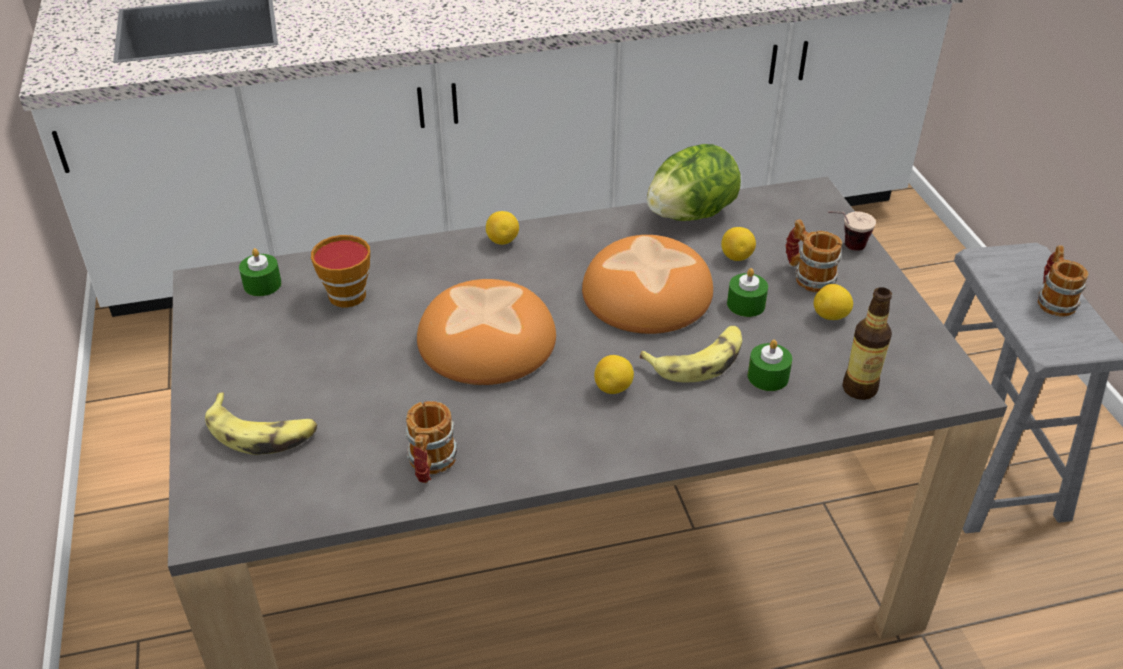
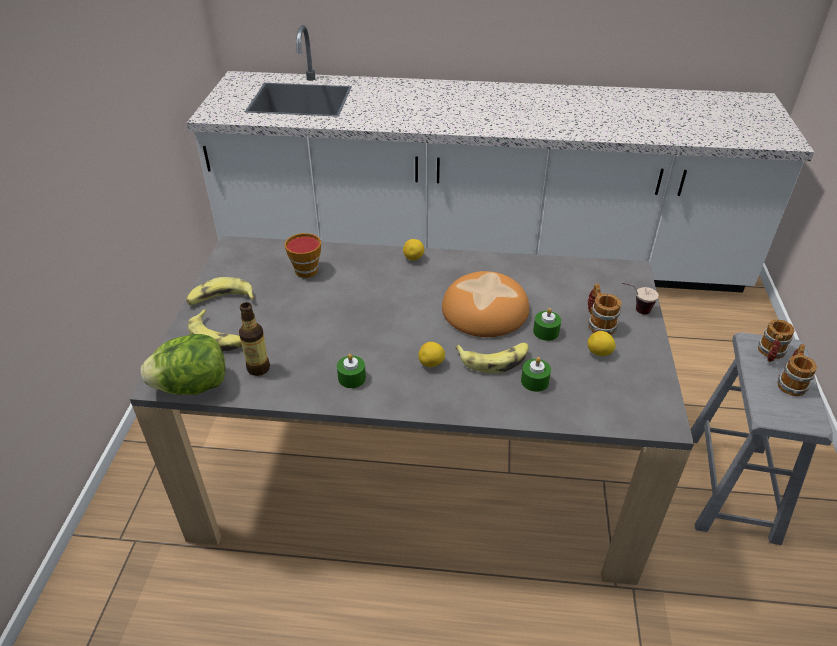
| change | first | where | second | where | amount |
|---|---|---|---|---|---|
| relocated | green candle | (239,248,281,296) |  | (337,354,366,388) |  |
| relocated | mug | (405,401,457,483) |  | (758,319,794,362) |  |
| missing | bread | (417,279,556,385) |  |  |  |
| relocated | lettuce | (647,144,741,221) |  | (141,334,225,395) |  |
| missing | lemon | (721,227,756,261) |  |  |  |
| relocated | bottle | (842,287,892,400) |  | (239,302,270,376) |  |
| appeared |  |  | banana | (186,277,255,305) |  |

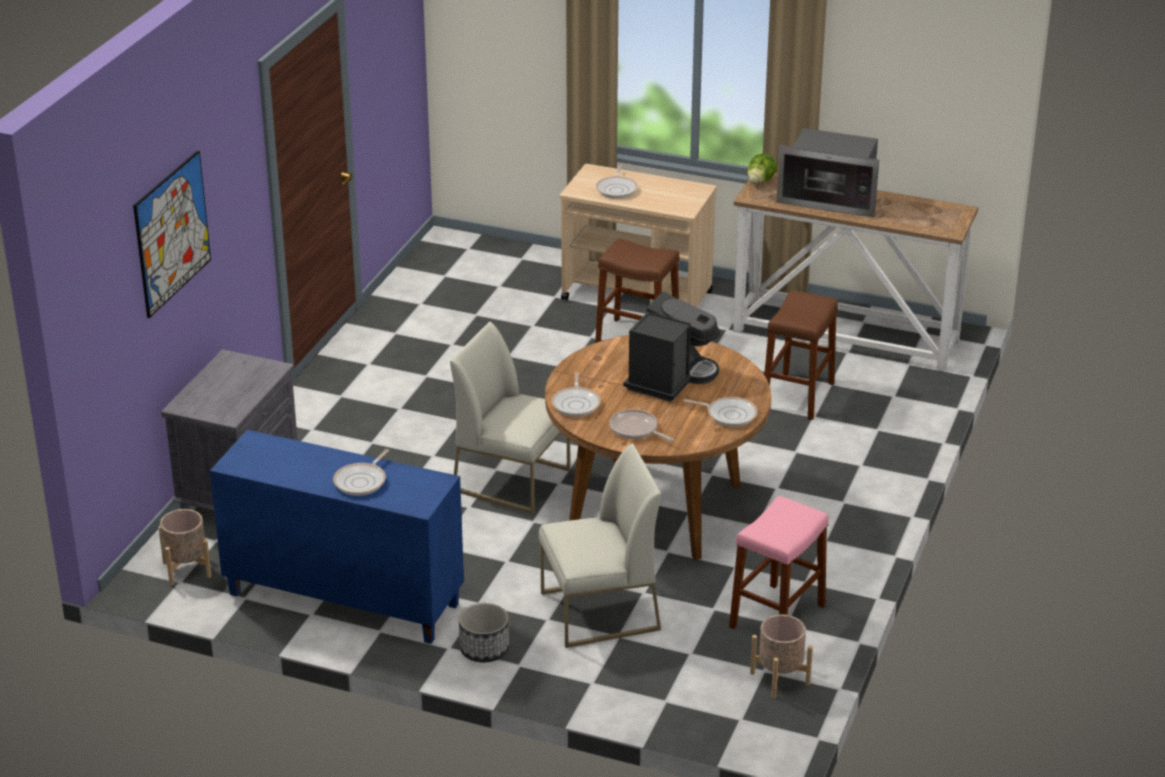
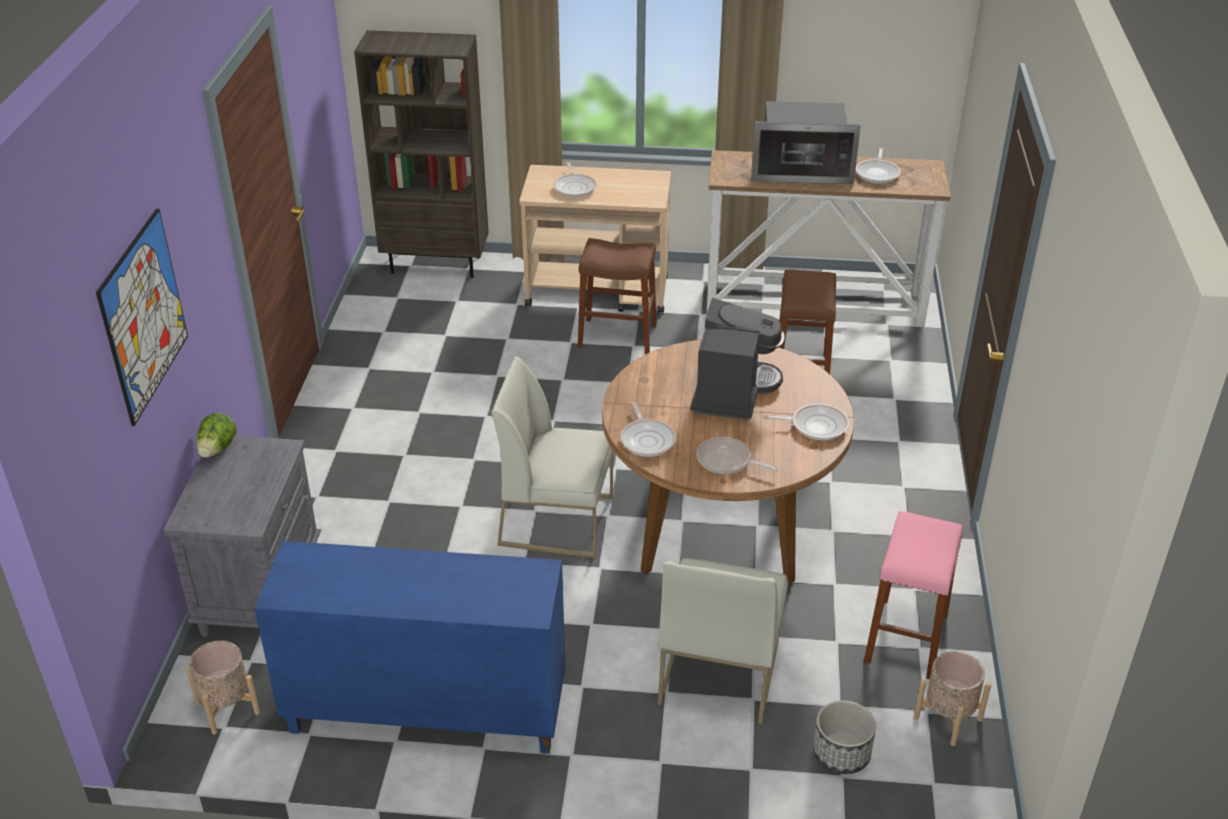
| change | first | where | second | where | amount |
|---|---|---|---|---|---|
| relocated | frying pan | (333,449,389,496) |  | (856,148,900,184) |  |
| relocated | planter | (459,603,509,662) |  | (813,700,876,774) |  |
| spun | white chair | (539,443,661,648) |  | (658,558,788,724) | 135 degrees clockwise |
| relocated | lettuce | (747,153,777,184) |  | (196,413,237,458) |  |
| appeared |  |  | brown bookcase | (354,30,489,278) |  |

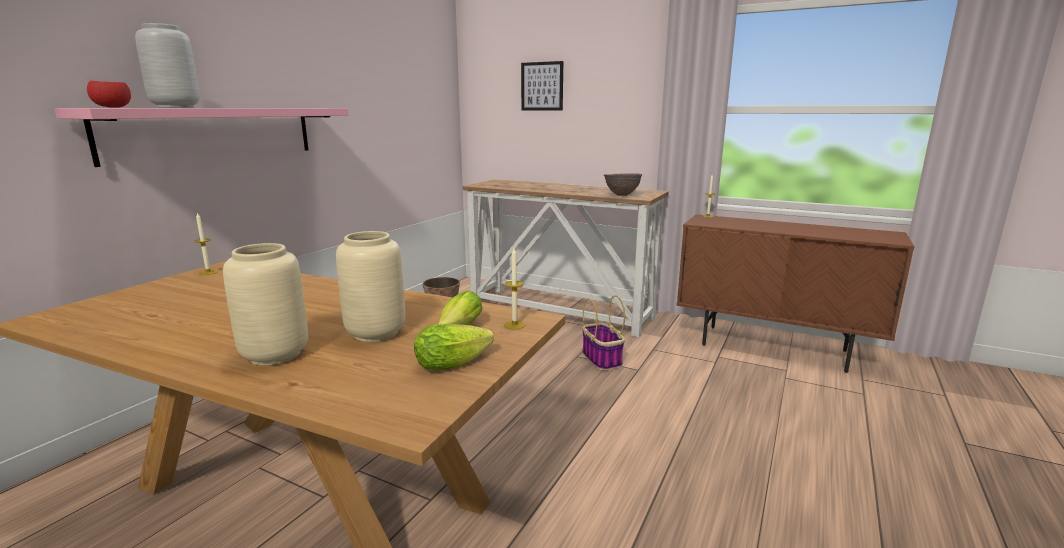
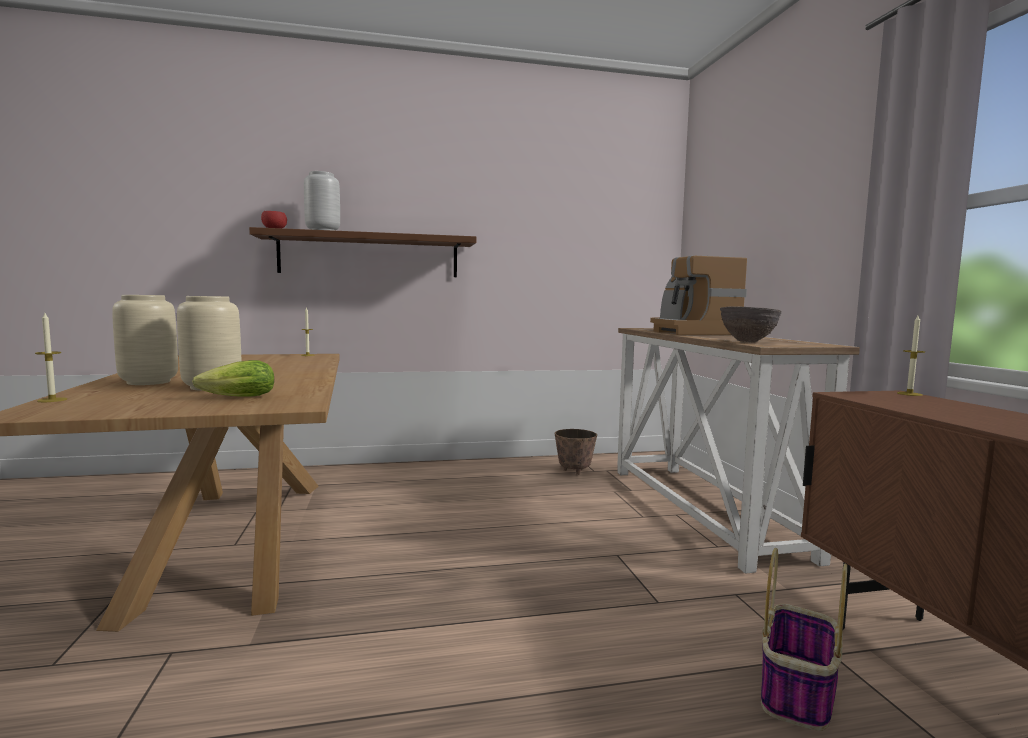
| change | first | where | second | where | amount |
|---|---|---|---|---|---|
| colour | pink shelf | (54,108,349,167) | brown shelf | (249,227,476,277) |  |
| missing | lettuce | (414,324,494,371) |  |  |  |
| relocated | candle | (504,248,525,329) |  | (35,313,67,402) |  |
| missing | picture | (521,61,563,111) |  |  |  |
| relocated | basket | (582,295,625,371) |  | (761,548,847,731) |  |
| appeared |  |  | coffee machine | (650,255,747,335) |  |

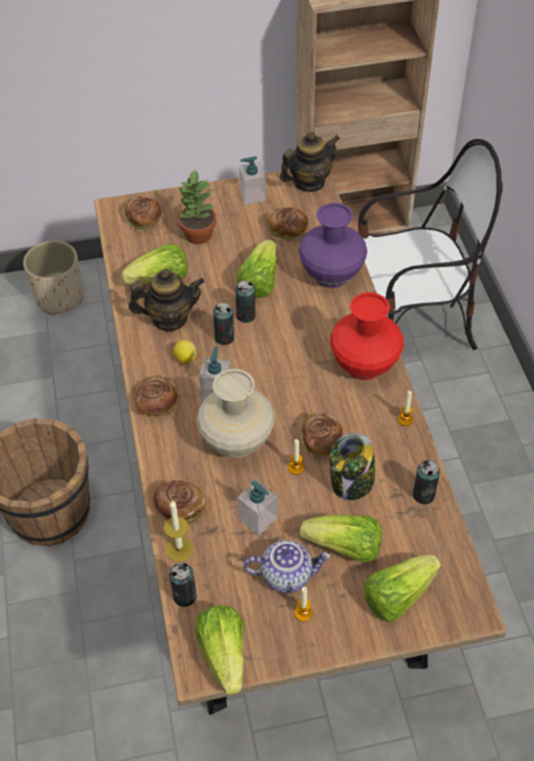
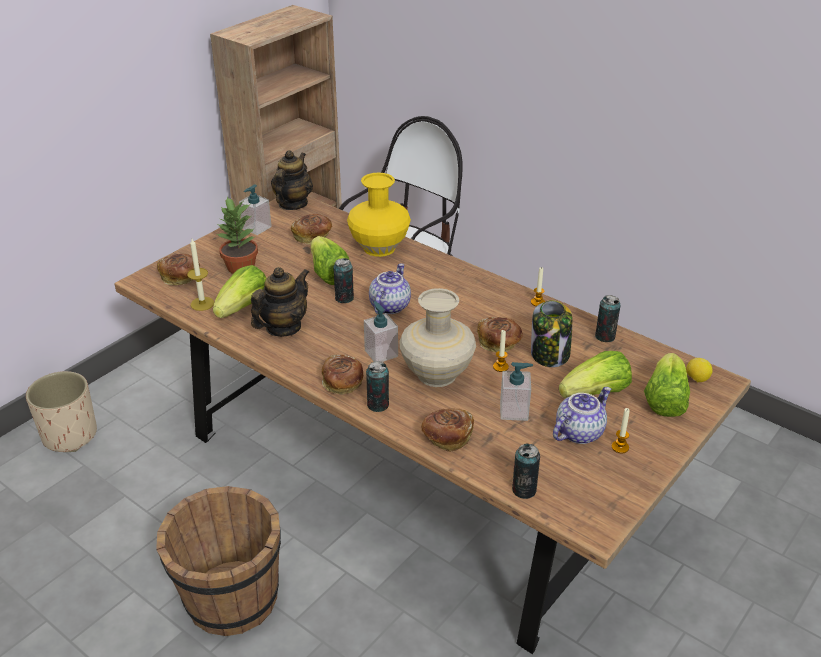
| change | first | where | second | where | amount |
|---|---|---|---|---|---|
| relocated | candle | (164,500,194,562) |  | (187,239,214,311) |  |
| relocated | lemon | (173,340,197,363) |  | (686,358,713,382) |  |
| missing | lettuce | (195,605,244,695) |  |  |  |
| relocated | can | (213,302,235,345) |  | (366,361,389,412) |  |
| colour | purple vase | (299,203,367,288) | yellow vase | (347,173,411,257) |  |
| missing | red vase | (330,292,404,380) |  |  |  |
| appeared |  |  | teapot | (369,263,411,314) |  |

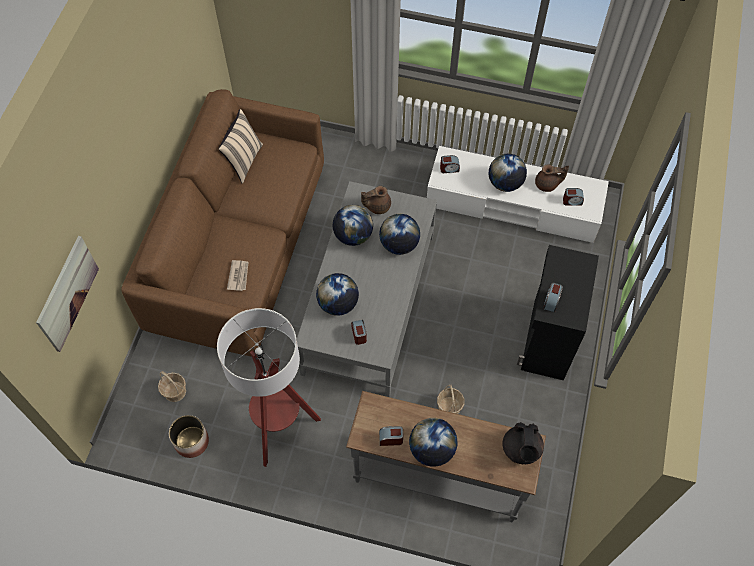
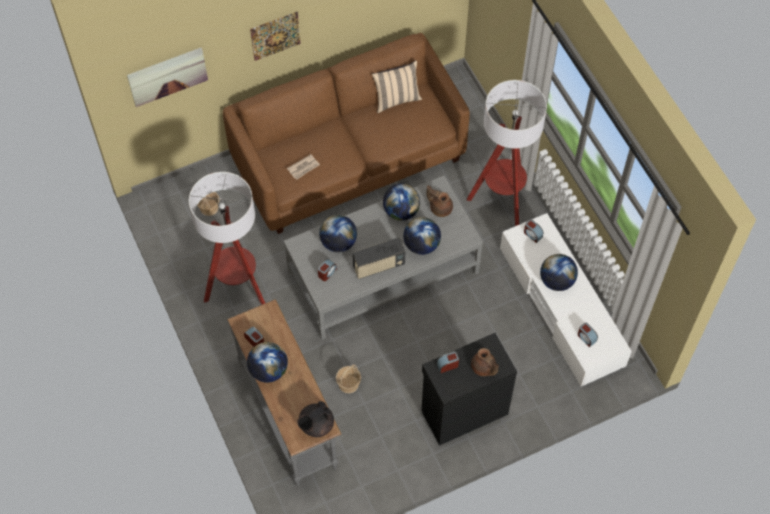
| change | first | where | second | where | amount |
|---|---|---|---|---|---|
| missing | planter | (169,415,209,458) |  |  |  |
| relocated | brown teapot | (535,164,569,192) |  | (471,348,499,376) |  |
| appeared |  |  | picture | (250,12,301,61) |  |
| appeared |  |  | radio | (352,237,405,279) |  |
| appeared |  |  | floor lamp | (467,80,547,226) |  |

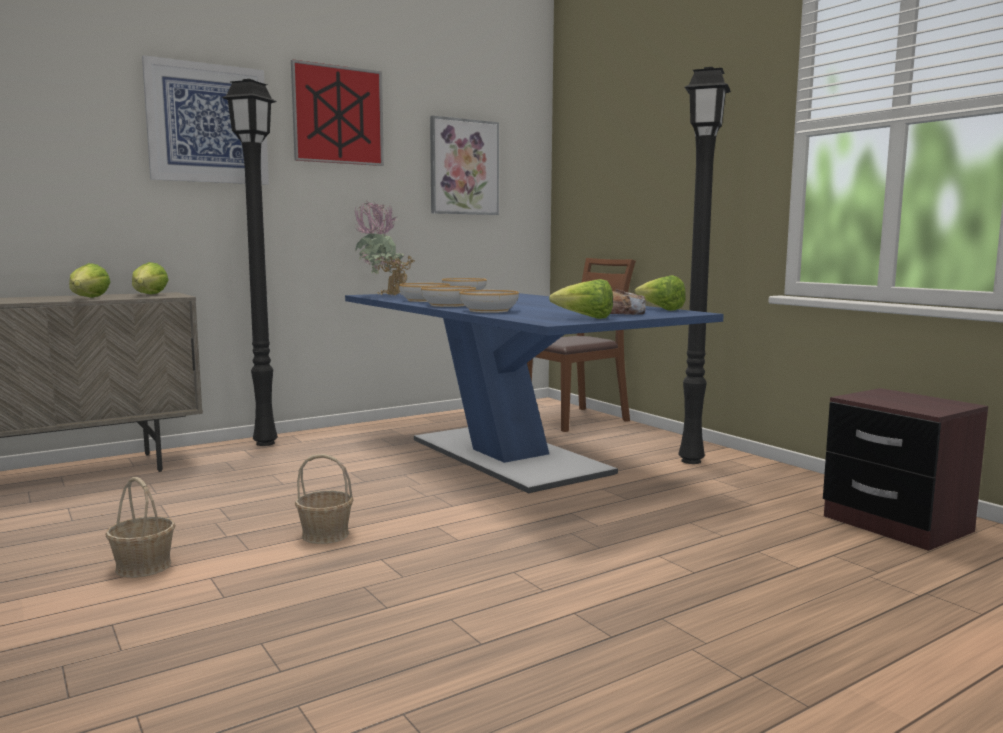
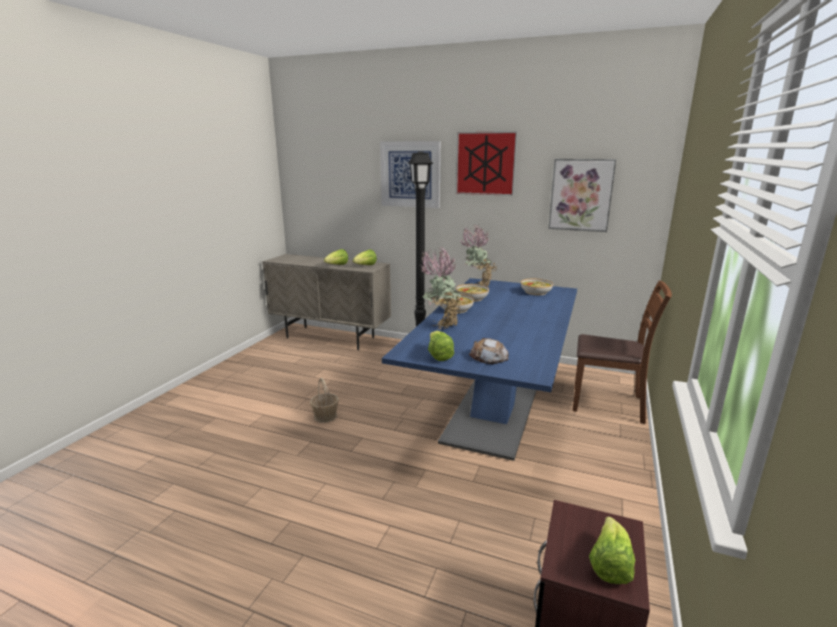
| change | first | where | second | where | amount |
|---|---|---|---|---|---|
| missing | basket | (105,477,175,578) |  |  |  |
| exchanged | bowl | (459,290,519,313) | potted plant | (421,247,462,329) |  |
| relocated | lettuce | (634,275,686,311) |  | (589,516,635,584) |  |
| missing | black floor lamp | (678,67,731,464) |  |  |  |

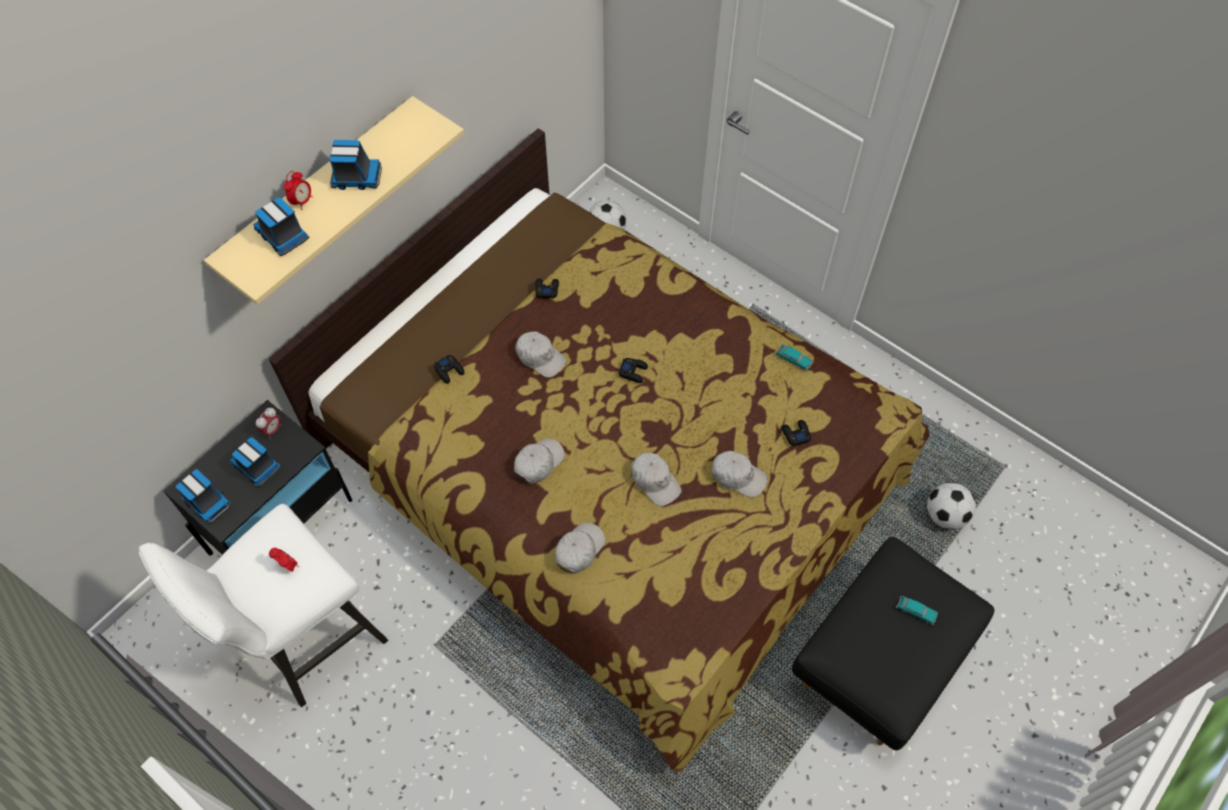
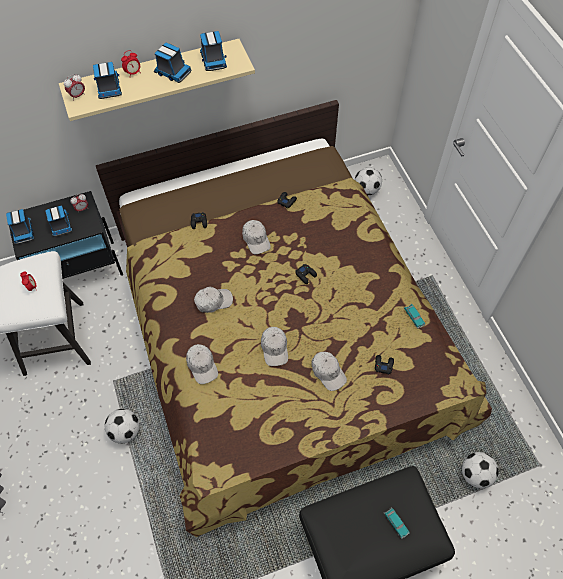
| change | first | where | second | where | amount |
|---|---|---|---|---|---|
| spun | white cap | (555,523,605,574) |  | (186,344,218,384) | 90 degrees clockwise |
| appeared |  |  | alarm clock | (64,74,85,101) |  |
| appeared |  |  | football | (105,409,139,444) |  |
| appeared |  |  | toy truck | (200,31,227,71) |  |

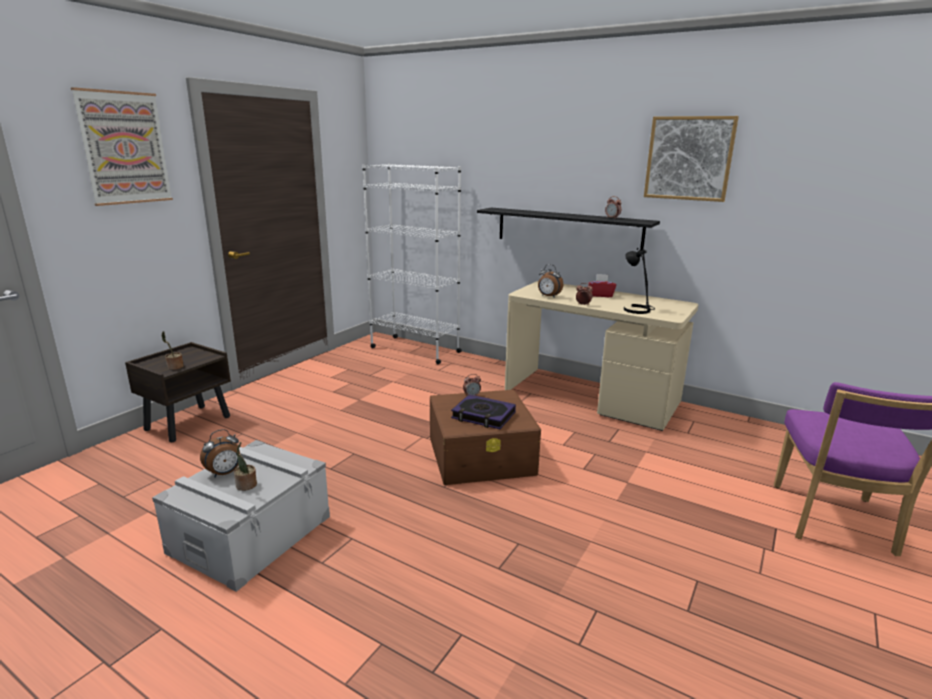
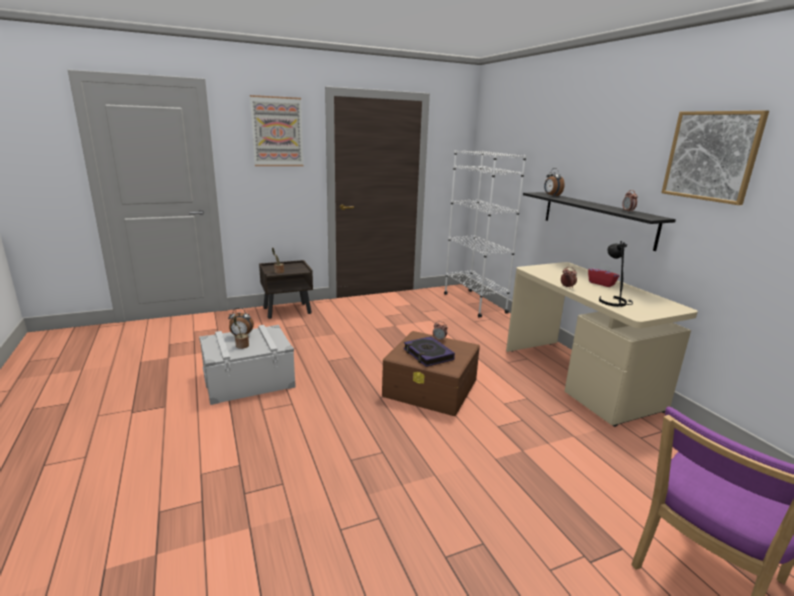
| change | first | where | second | where | amount |
|---|---|---|---|---|---|
| relocated | alarm clock | (538,264,563,298) |  | (544,168,565,196) |  |

